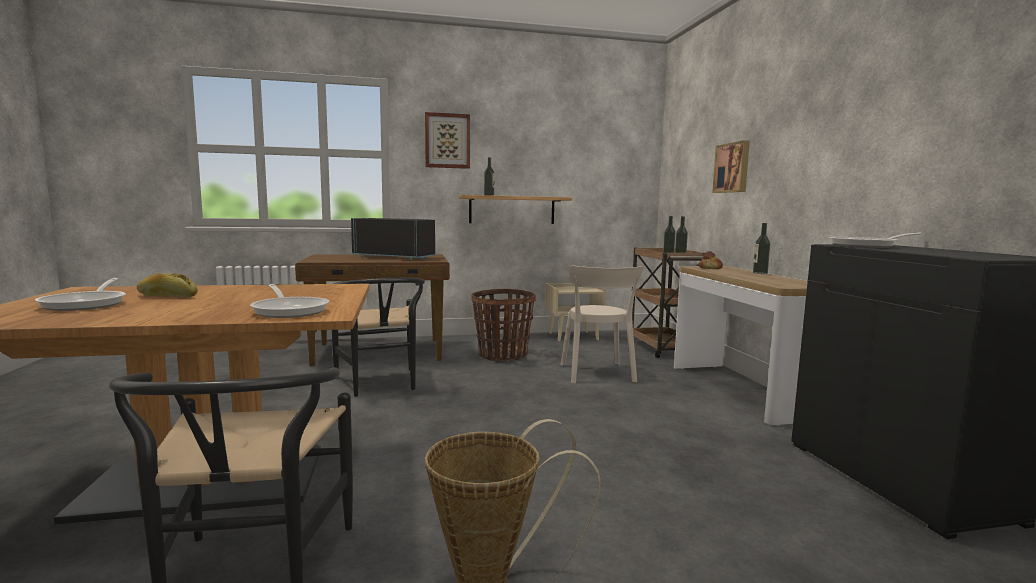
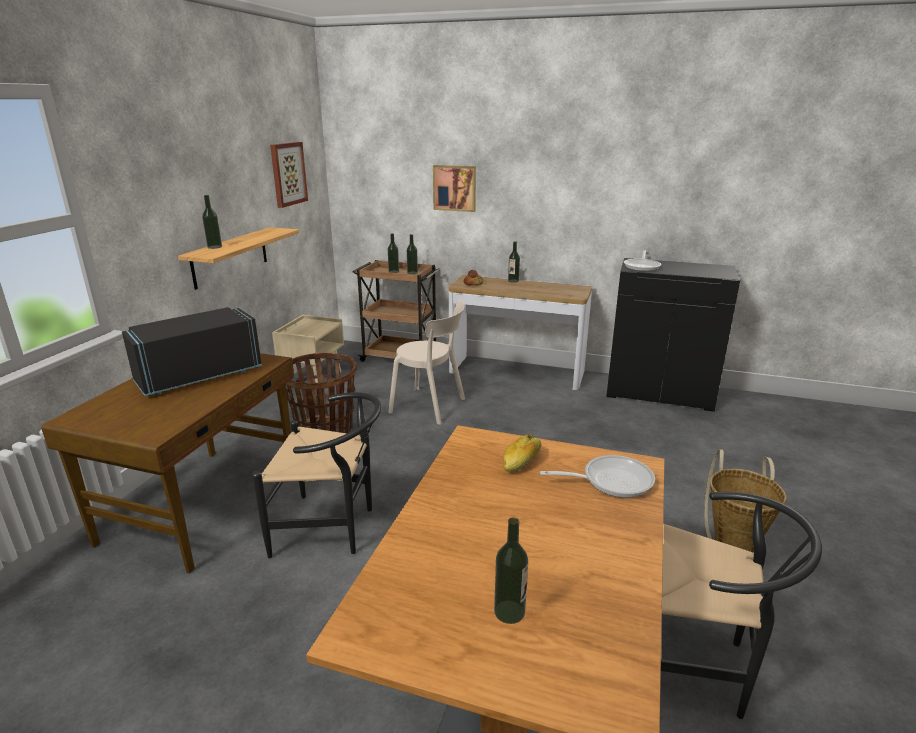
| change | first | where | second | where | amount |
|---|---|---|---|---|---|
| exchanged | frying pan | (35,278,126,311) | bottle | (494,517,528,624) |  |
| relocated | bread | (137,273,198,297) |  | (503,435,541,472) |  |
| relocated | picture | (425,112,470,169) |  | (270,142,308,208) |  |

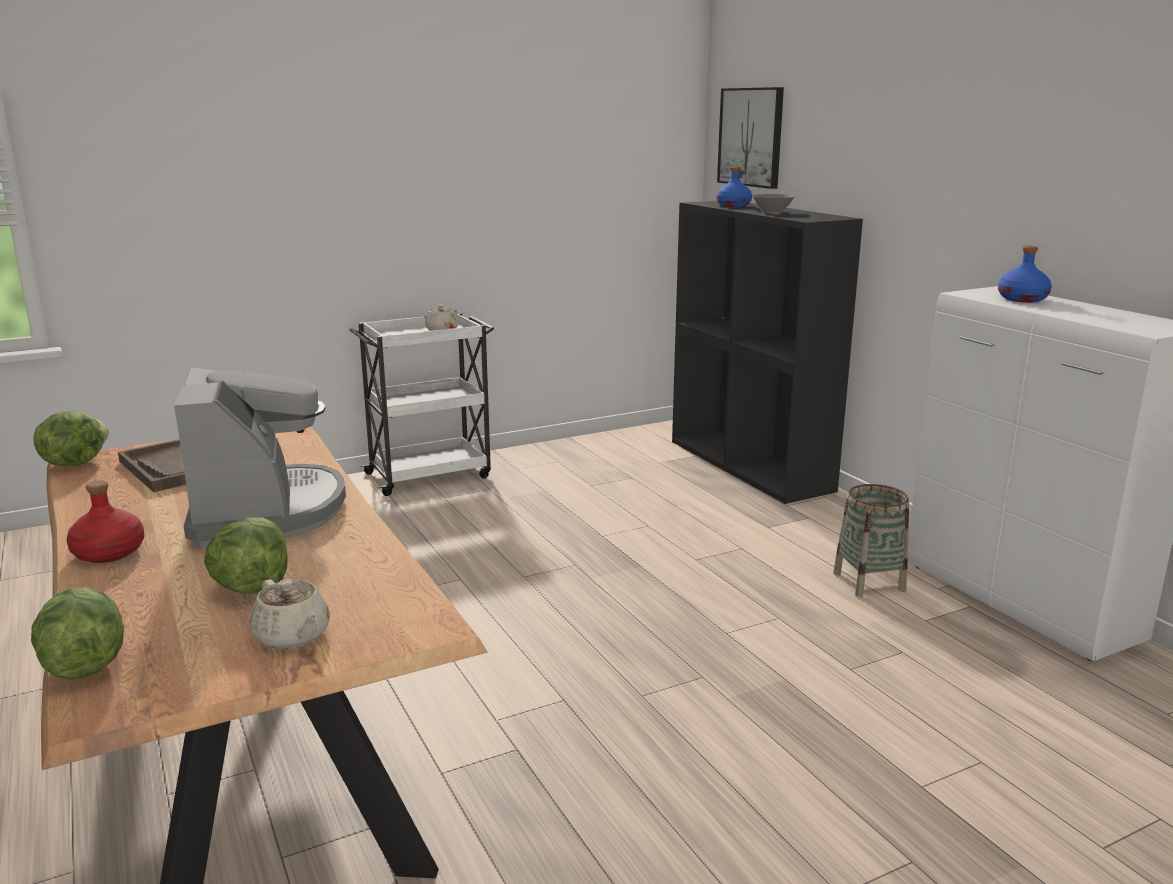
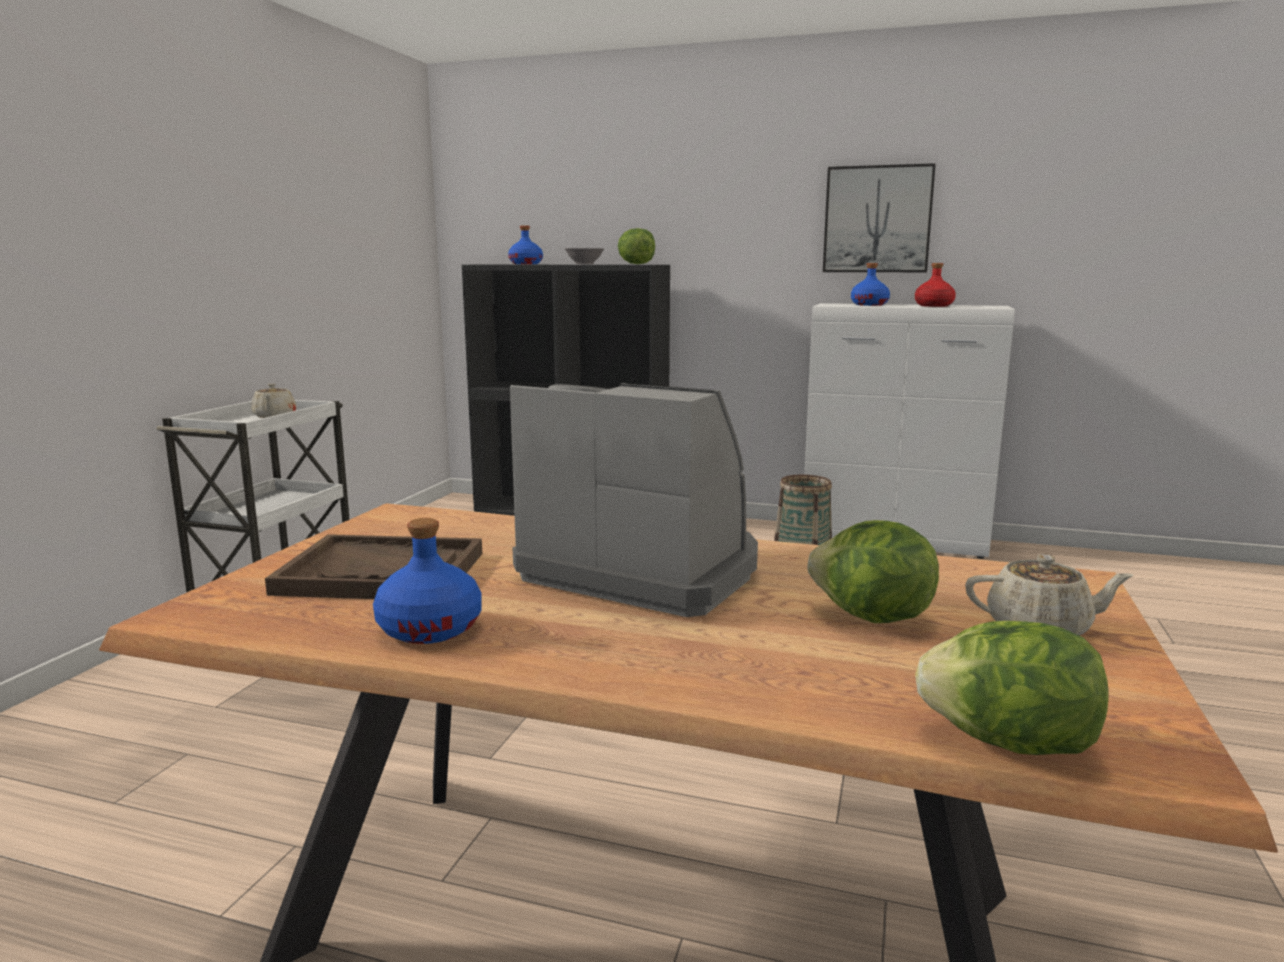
| change | first | where | second | where | amount |
|---|---|---|---|---|---|
| relocated | lettuce | (33,411,109,466) |  | (618,228,655,264) |  |
| relocated | red bottle | (67,480,145,563) |  | (915,263,956,307) |  |
| relocated | picture | (717,87,784,189) |  | (823,163,936,272) |  |
| appeared |  |  | blue bottle | (373,518,482,644) |  |

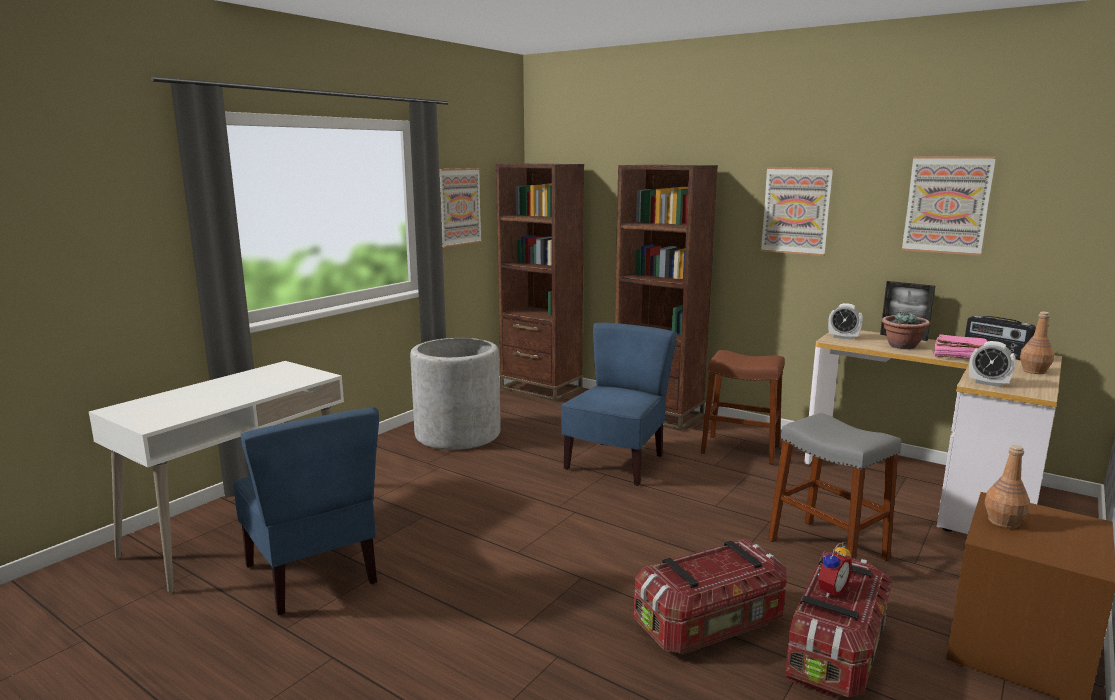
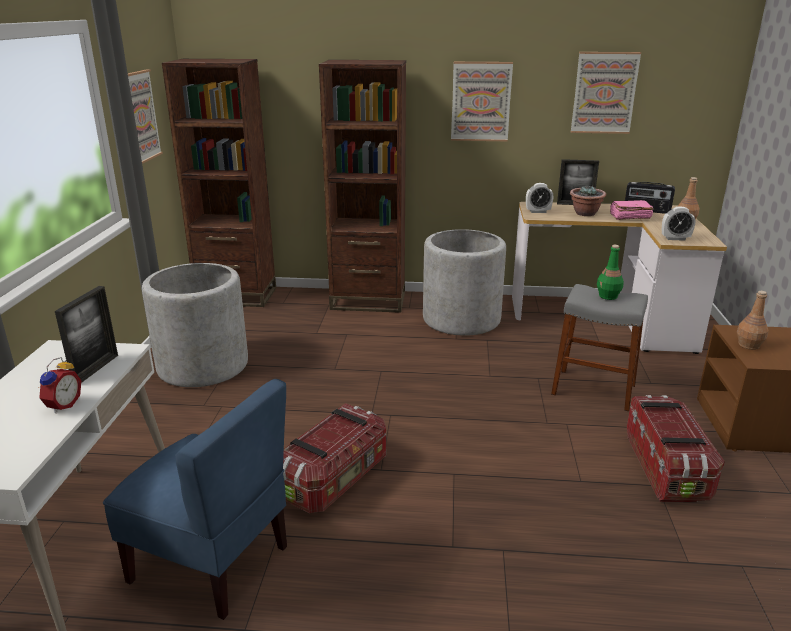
| change | first | where | second | where | amount |
|---|---|---|---|---|---|
| missing | blue chair | (561,323,677,486) |  |  |  |
| relocated | storage box | (634,538,787,655) |  | (283,403,386,513) |  |
| exchanged | brown stool | (701,350,785,465) | grey planter | (423,229,506,336) |  |
| relocated | alarm clock | (818,542,852,598) |  | (39,357,81,413) |  |
| appeared |  |  | picture frame | (55,286,118,383) |  |
| appeared |  |  | green bottle | (597,245,624,300) |  |

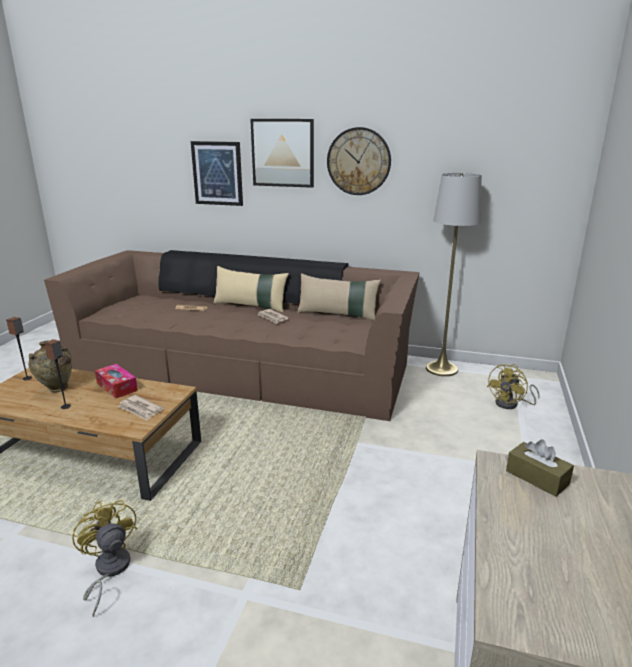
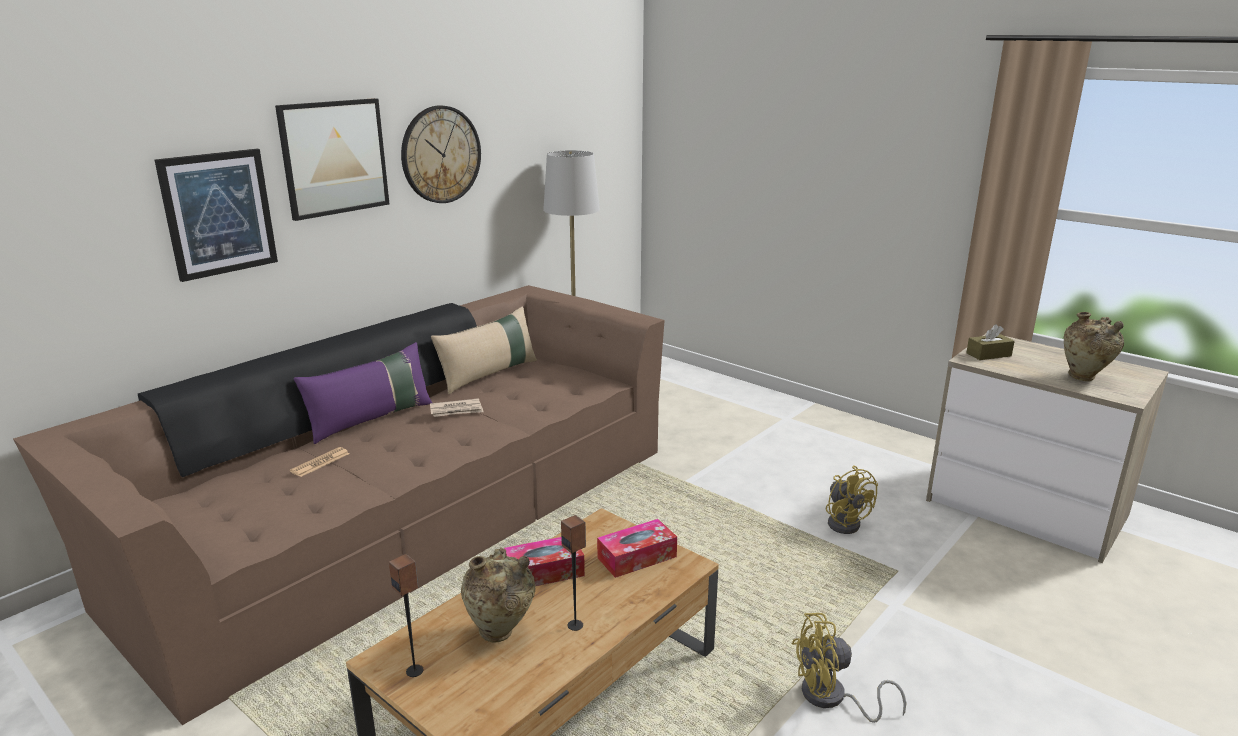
| change | first | where | second | where | amount |
|---|---|---|---|---|---|
| exchanged | newspaper | (117,395,163,420) | tissue box | (597,519,677,578) |  |
| colour | beige pillow | (213,266,289,313) | purple pillow | (293,342,432,444) |  |
| relocated | yellow fan | (487,364,540,409) |  | (826,465,878,534) |  |
| appeared |  |  | beige vase | (1064,312,1124,381) |  |

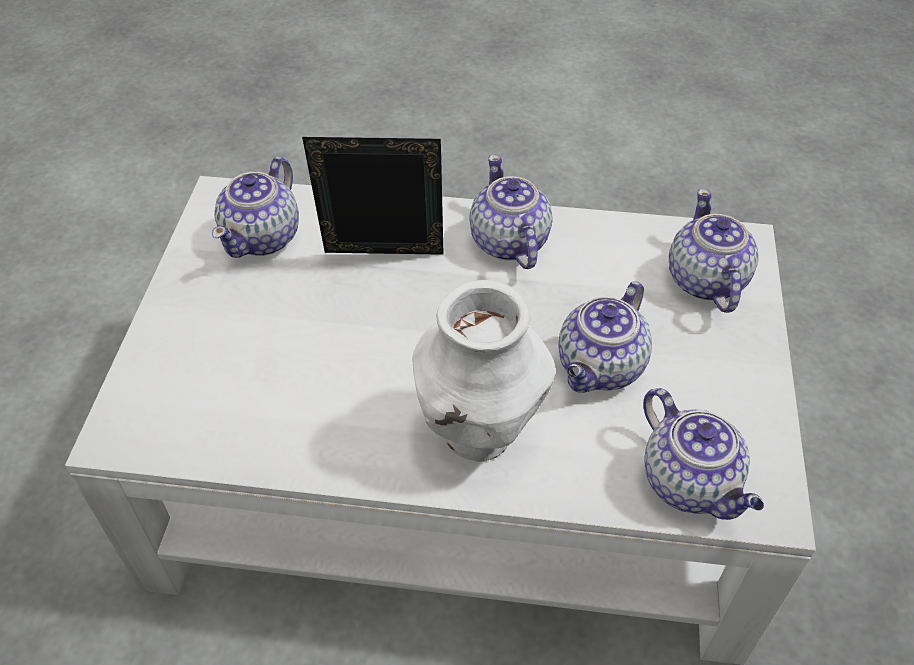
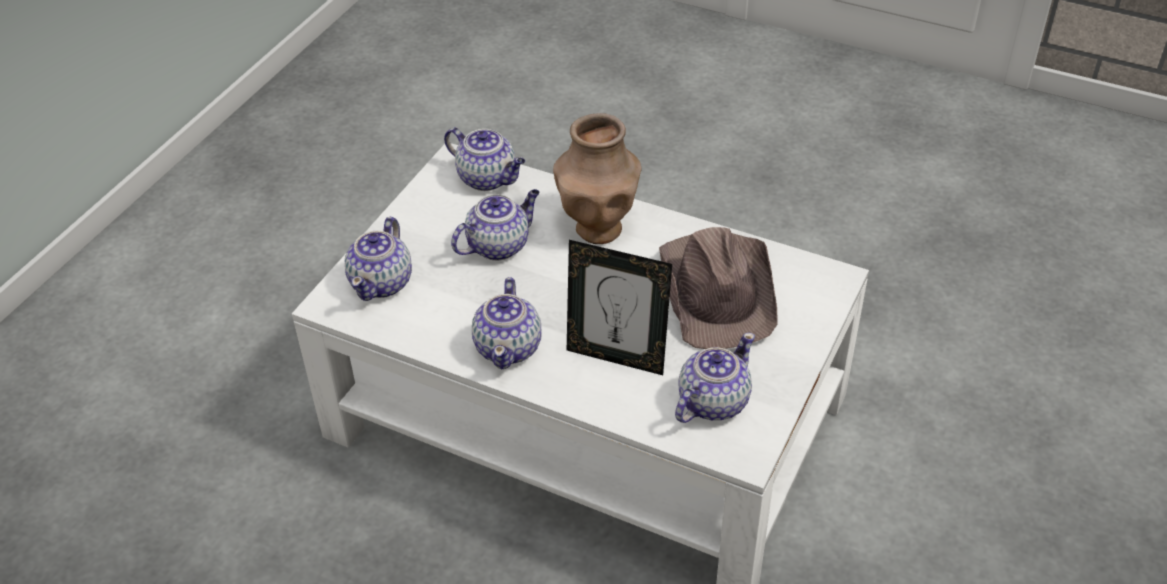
| change | first | where | second | where | amount |
|---|---|---|---|---|---|
| colour | white vase | (412,280,555,462) | brown vase | (553,113,642,244) |  |
| spun | teapot | (643,388,764,520) |  | (444,127,525,191) | 135 degrees clockwise |
| appeared |  |  | brown hat | (659,227,777,349) |  |

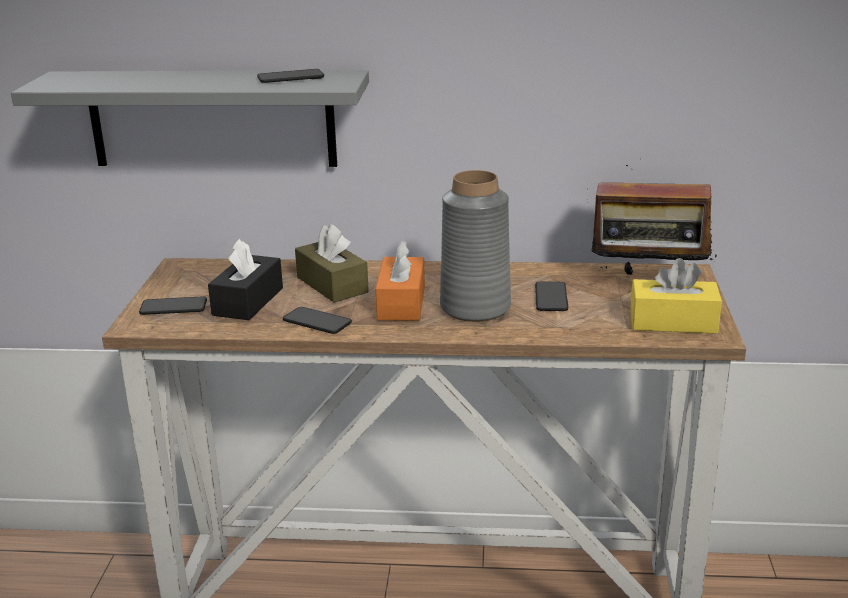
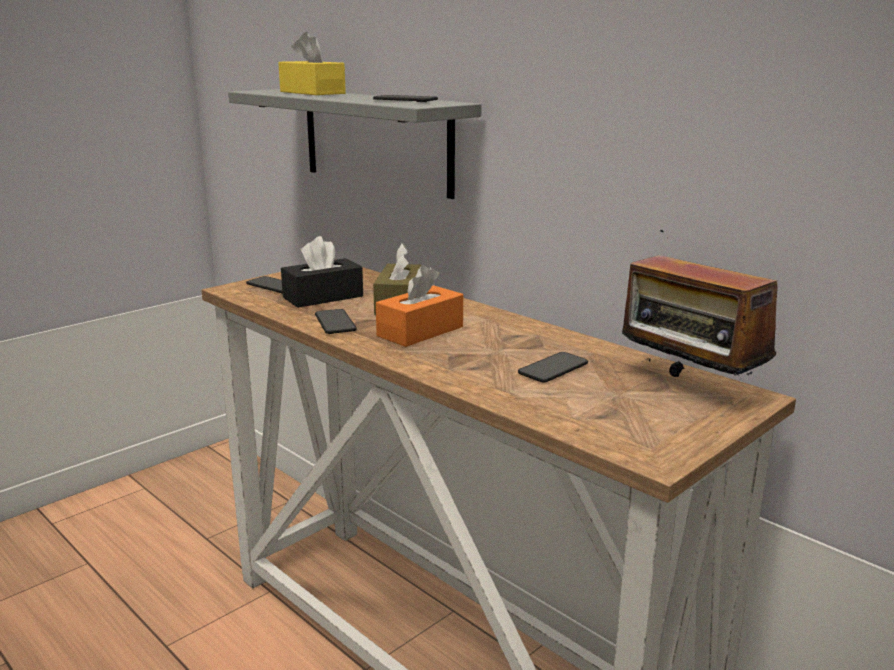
| change | first | where | second | where | amount |
|---|---|---|---|---|---|
| missing | grey vase | (440,170,511,322) |  |  |  |
| relocated | yellow tissue box | (630,258,722,334) |  | (278,32,346,95) |  |

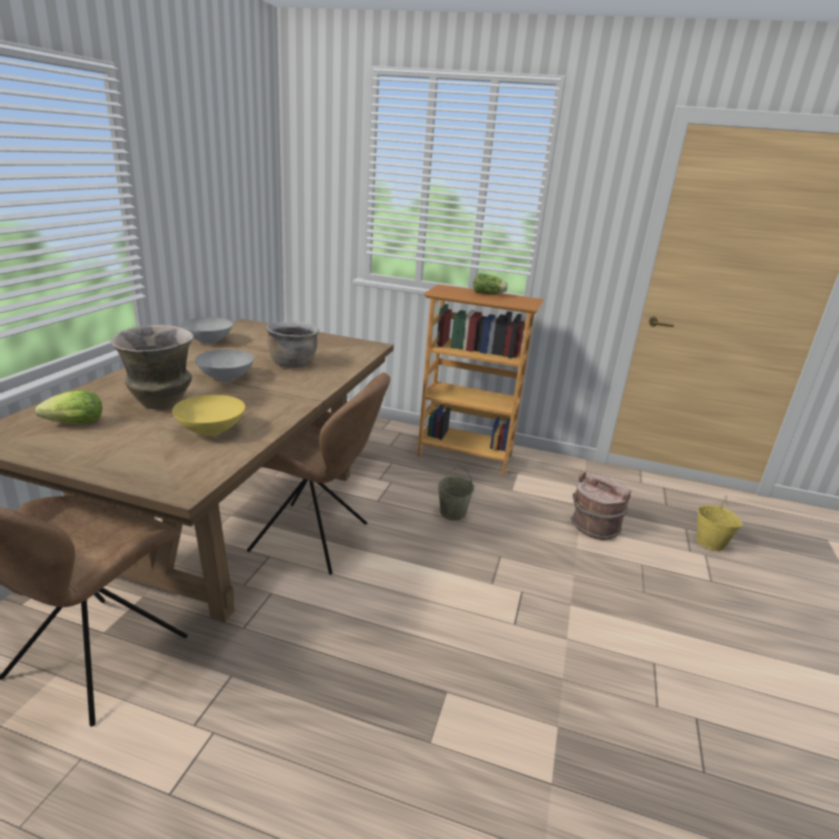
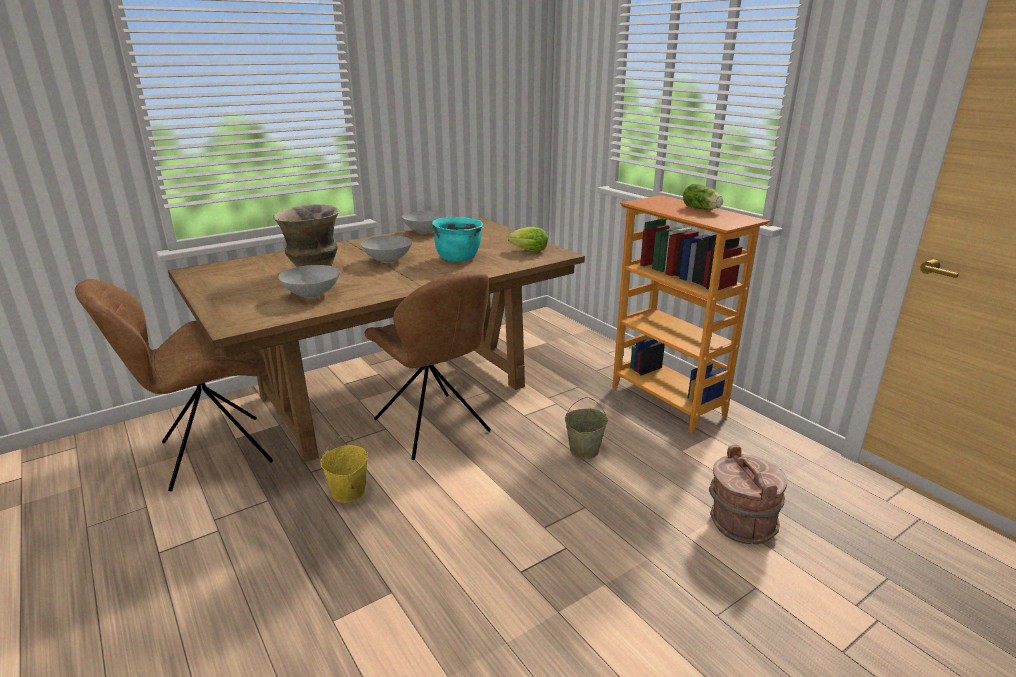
| change | first | where | second | where | amount |
|---|---|---|---|---|---|
| relocated | lettuce | (35,390,102,424) |  | (508,227,548,252) |  |
| colour | yellow bowl | (172,395,245,436) | grey bowl | (278,265,340,298) |  |
| colour | brown cooking pot | (266,322,319,368) | turquoise cooking pot | (432,217,483,262) |  |
| relocated | yellow bucket | (696,496,743,551) |  | (320,435,368,503) |  |

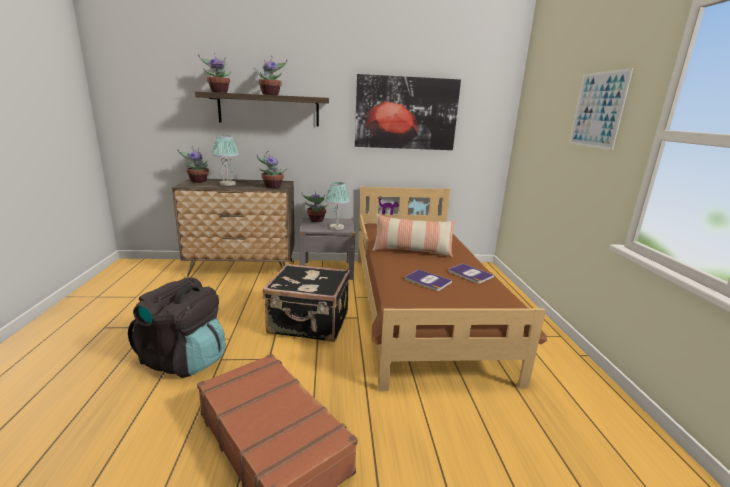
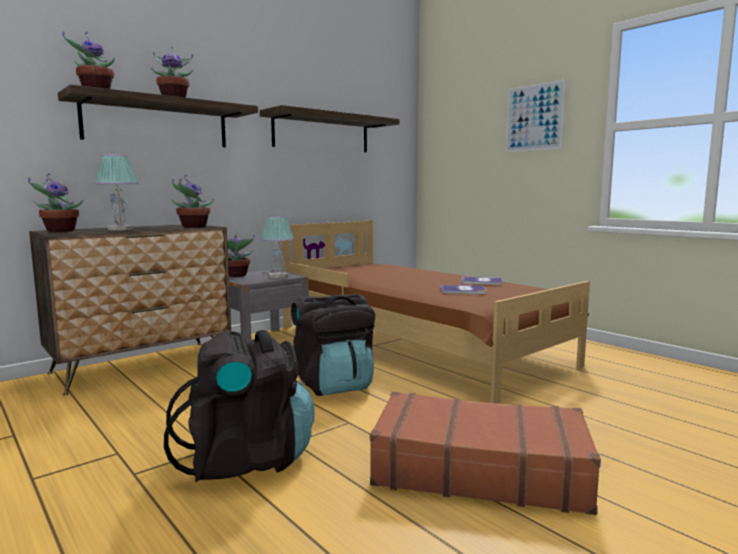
| change | first | where | second | where | amount |
|---|---|---|---|---|---|
| exchanged | black suitcase | (263,263,350,342) | black backpack | (291,294,375,396) |  |
| exchanged | picture | (355,74,461,150) | shelf | (260,105,399,152) |  |
| missing | pillow | (372,214,455,258) |  |  |  |

